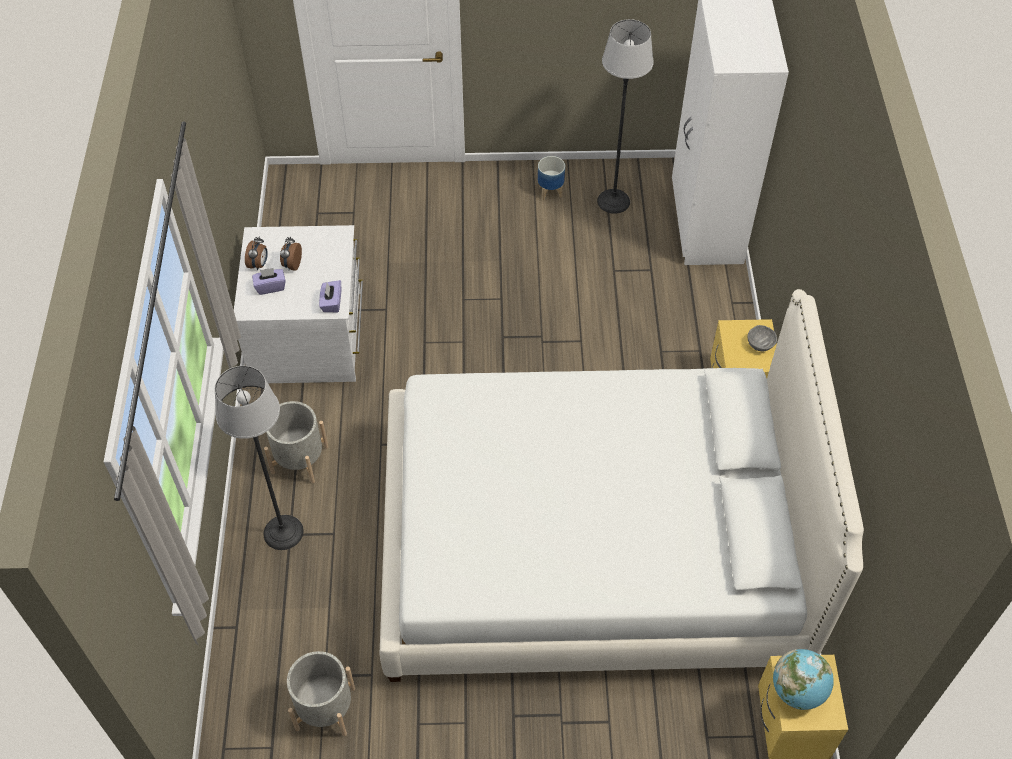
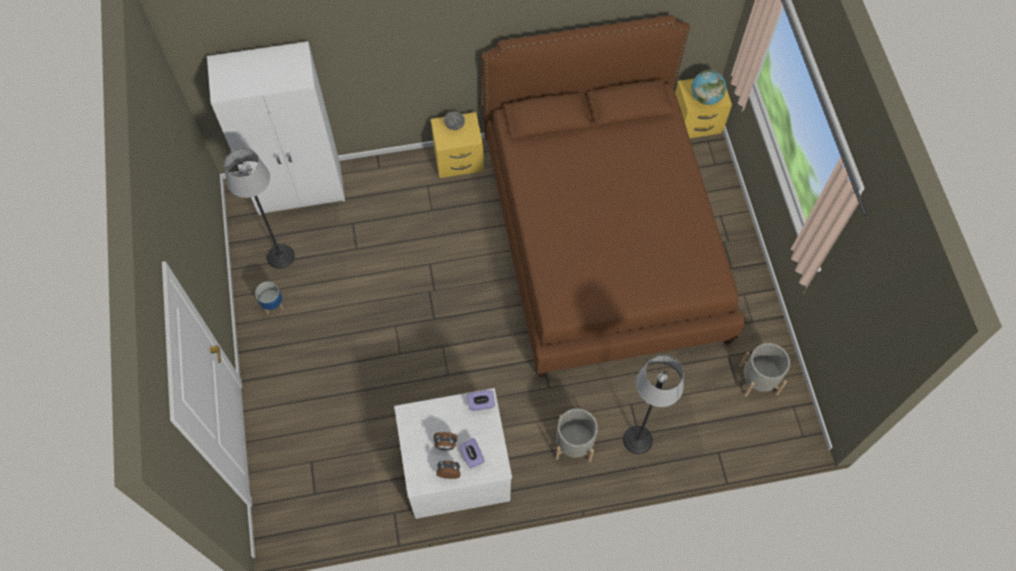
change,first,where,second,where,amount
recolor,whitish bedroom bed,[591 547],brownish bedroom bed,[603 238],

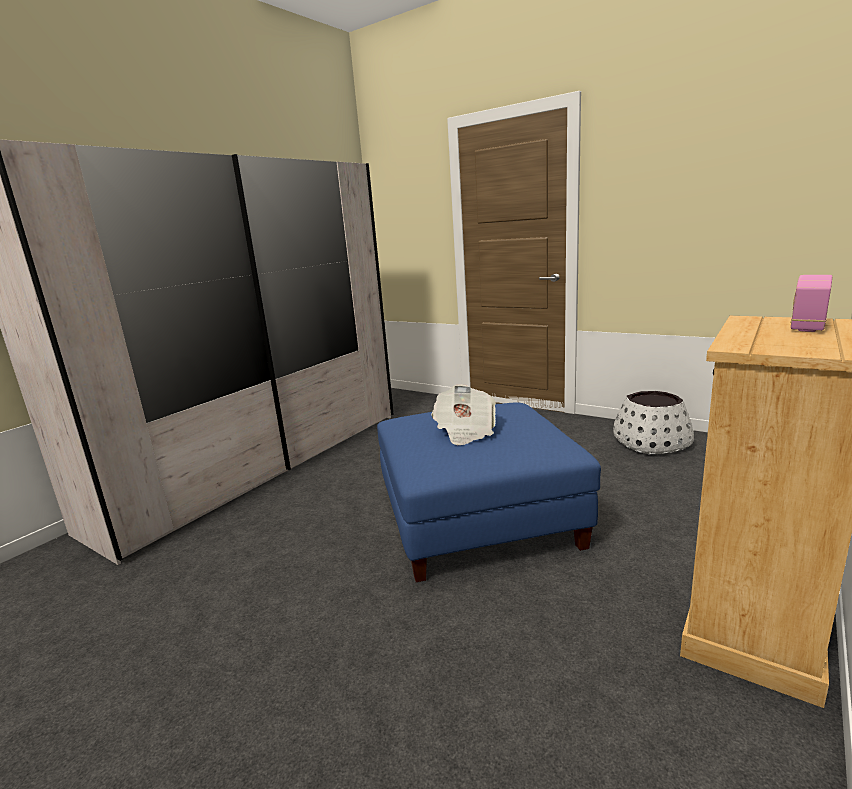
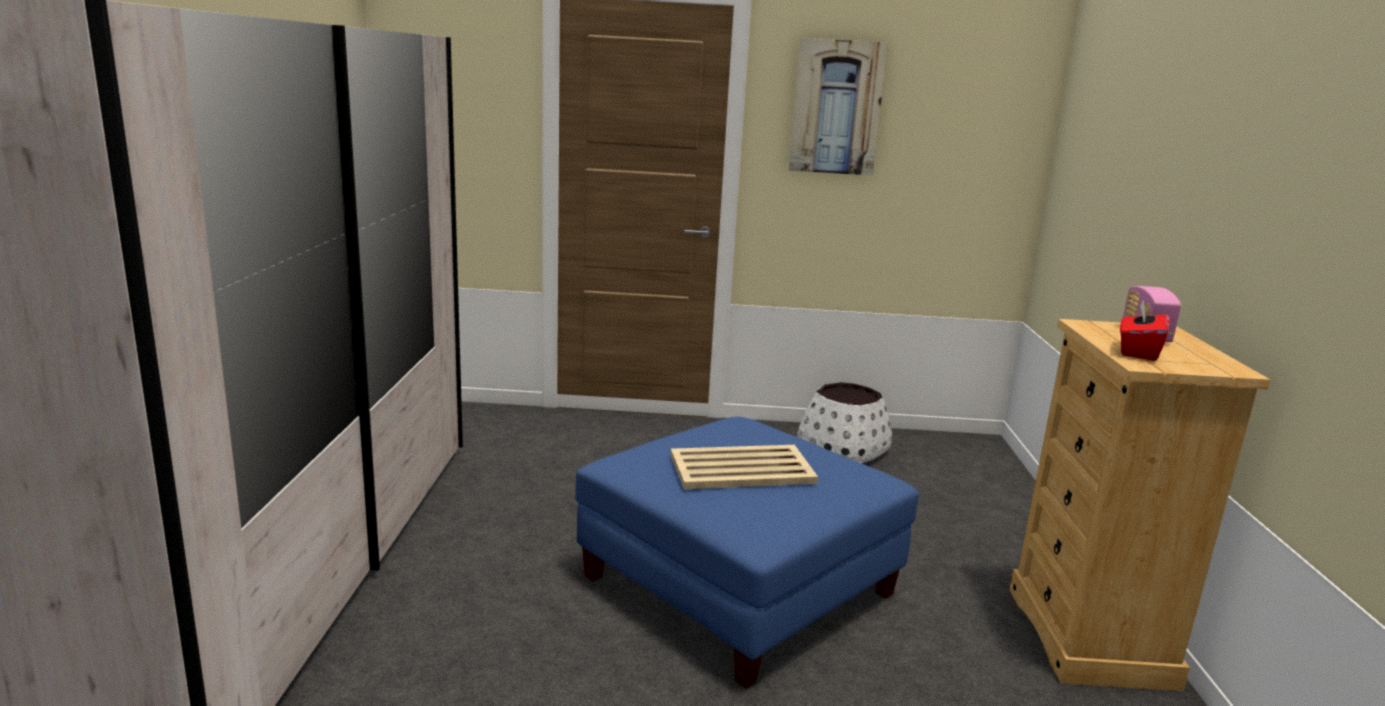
change,first,where,second,where,amount
replace,newspaper,[465 431],beige-coloured serving tray,[743 469],
insert,,,wall picture,[836 107],
insert,,,reddish tissue holder,[1138 352],

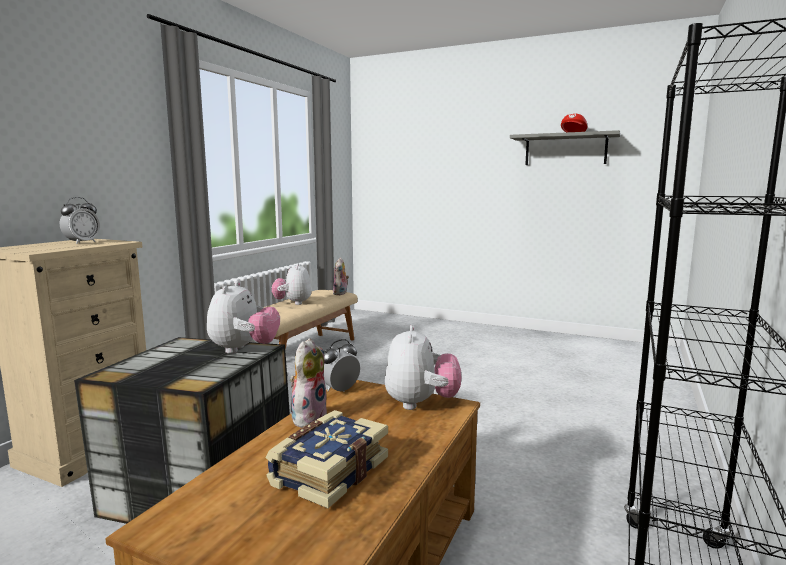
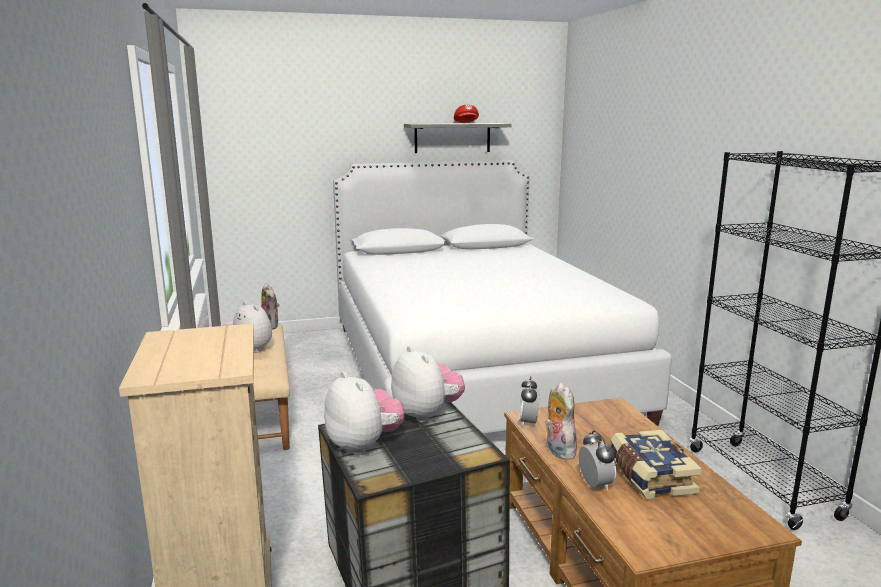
change,first,where,second,where,amount
move,cuddly toy,[421 404],,[364 445],
insert,,,whitish bedroom bed,[472 369],
move,bedside clock,[82 242],,[595 485],

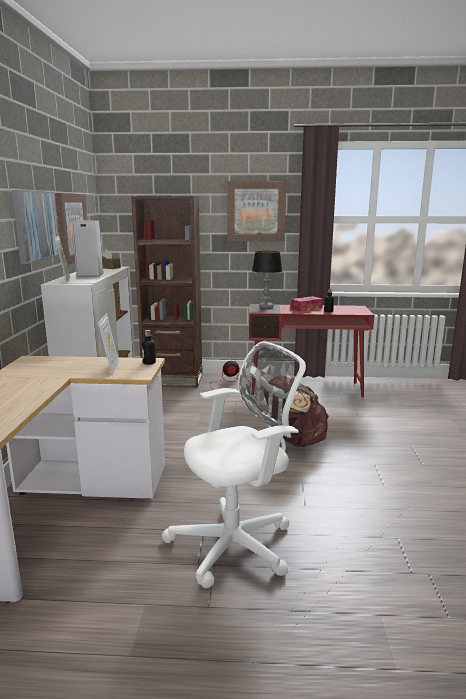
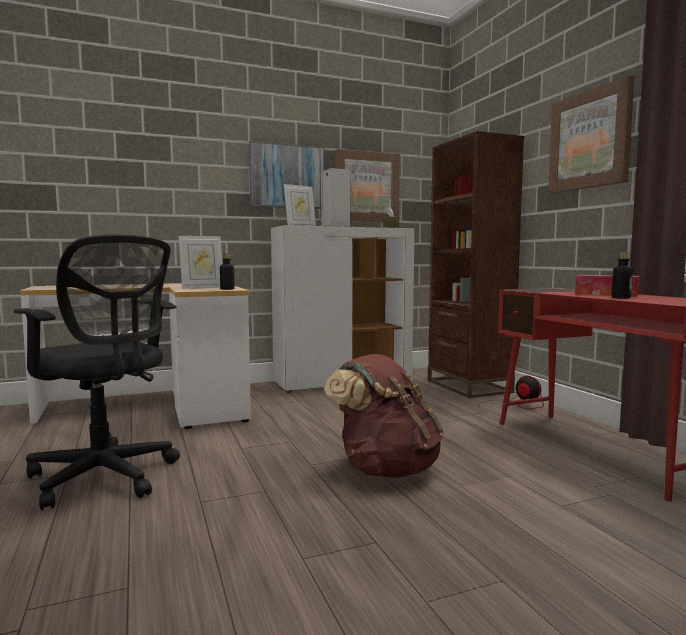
change,first,where,second,where,amount
recolor,whitish computer chair,[237 544],black-coloured computer chair,[106 478],
delete,tabletop lamp,[266 307],,,

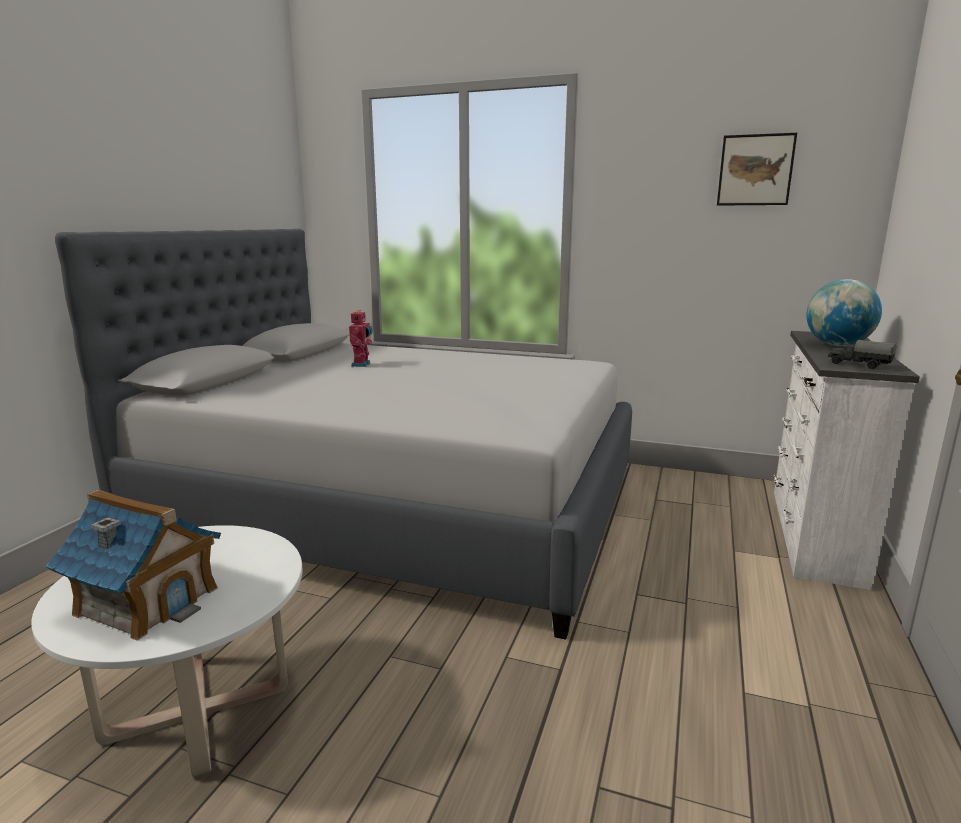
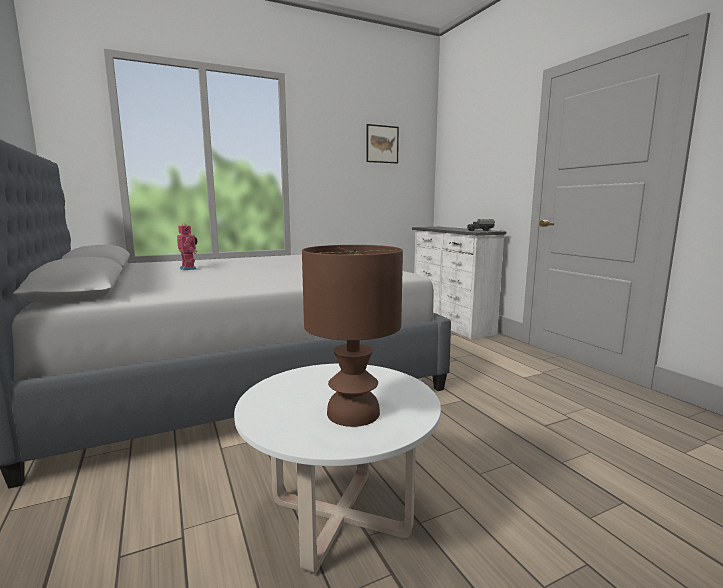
change,first,where,second,where,amount
replace,miniature house,[147 600],brownish tabletop lamp,[352 412],
delete,globe,[837 345],,,

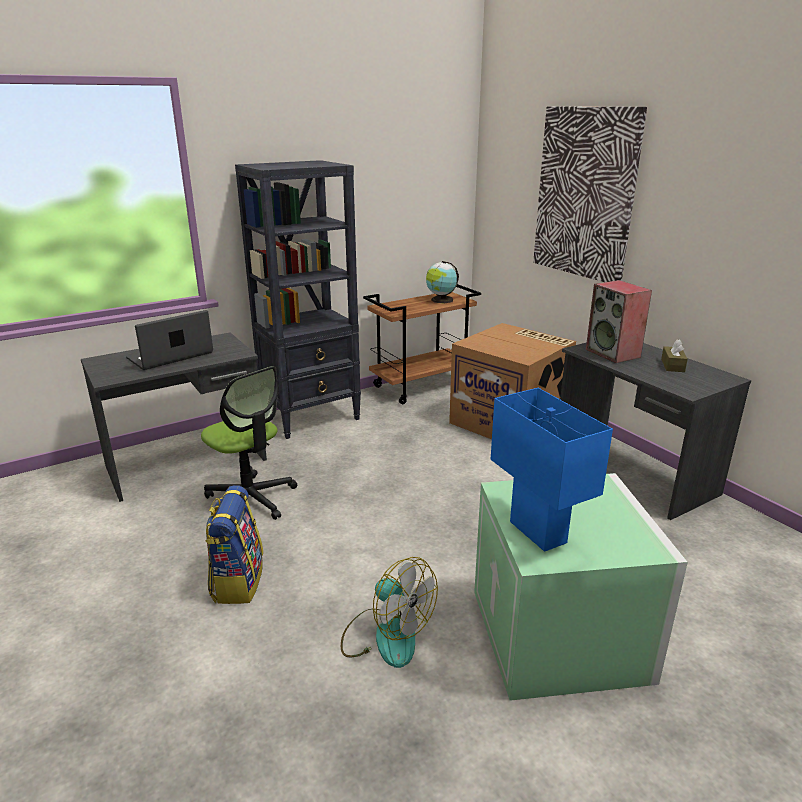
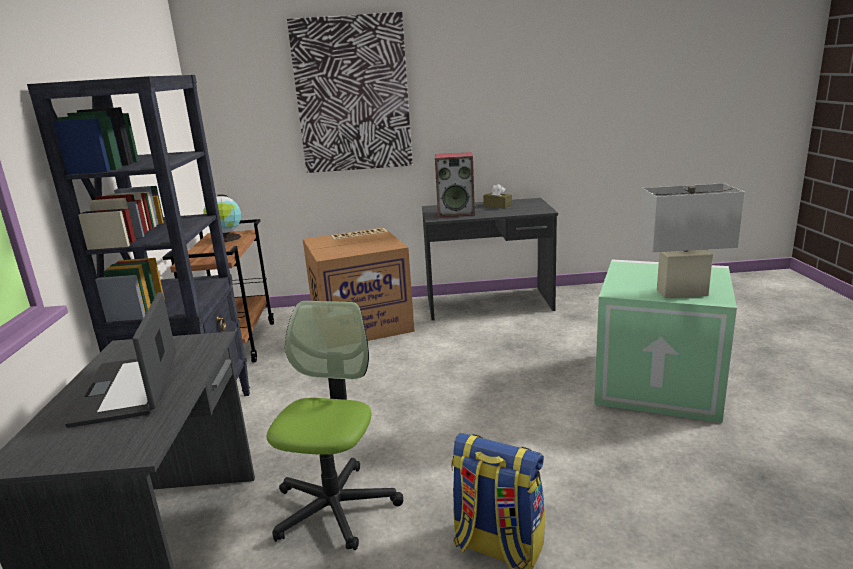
change,first,where,second,where,amount
rotate,computer chair,[250 500],,[335 507],60 degrees counterclockwise
recolor,blue-coloured tabletop lamp,[537 532],whitish tabletop lamp,[682 293],
delete,electric fan,[386 636],,,

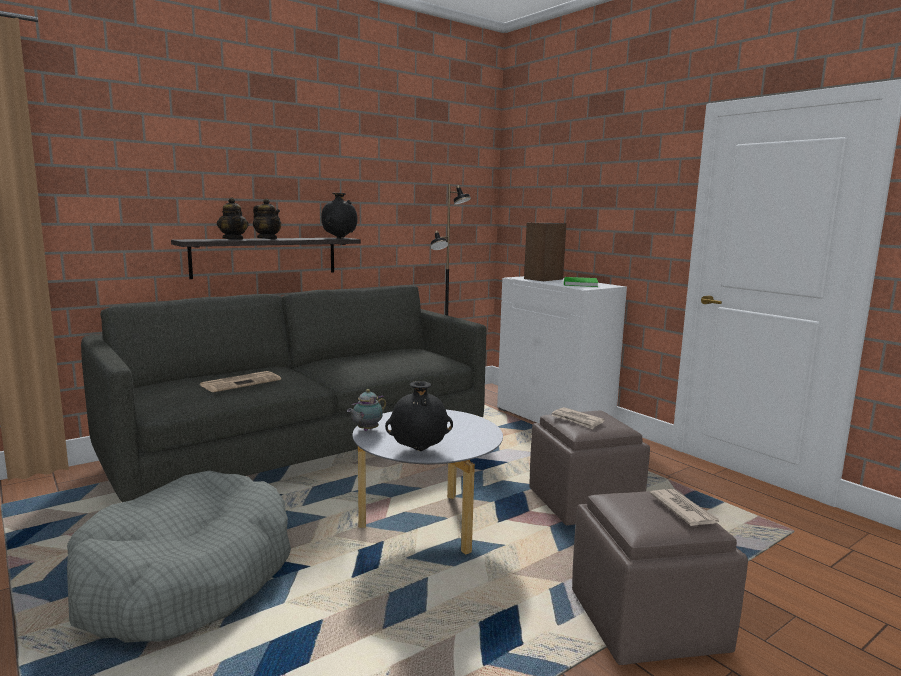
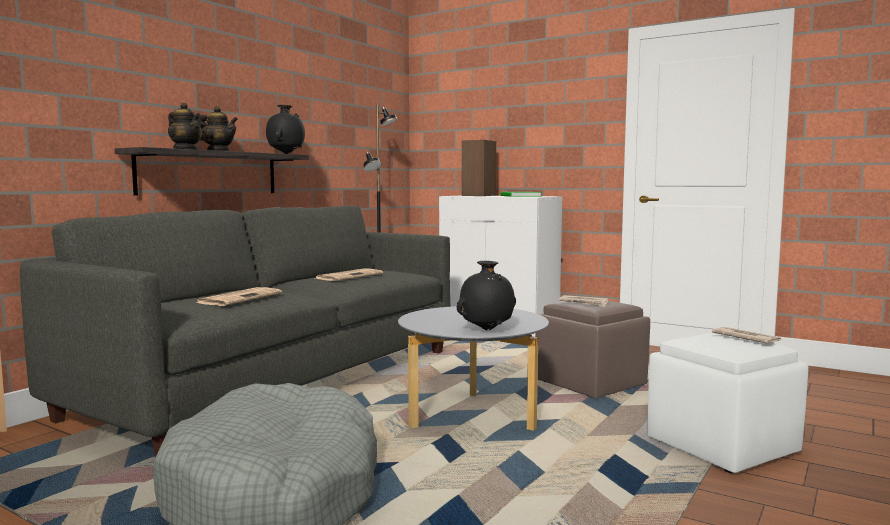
change,first,where,second,where,amount
insert,,,newspaper,[349 276],
recolor,brownish pouffe,[647 621],whitish pouffe,[721 446],
delete,pot for tea,[366 430],,,

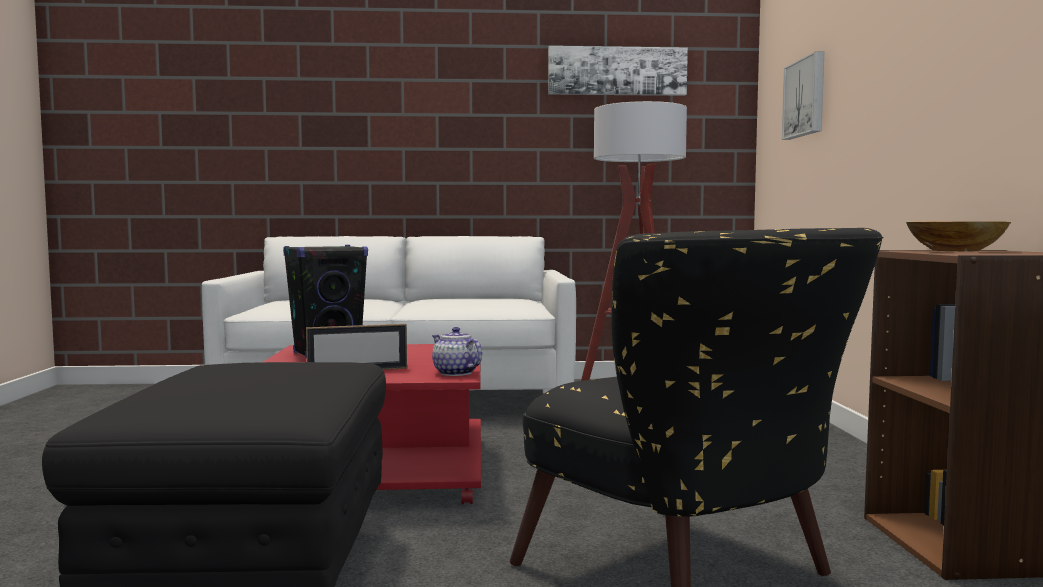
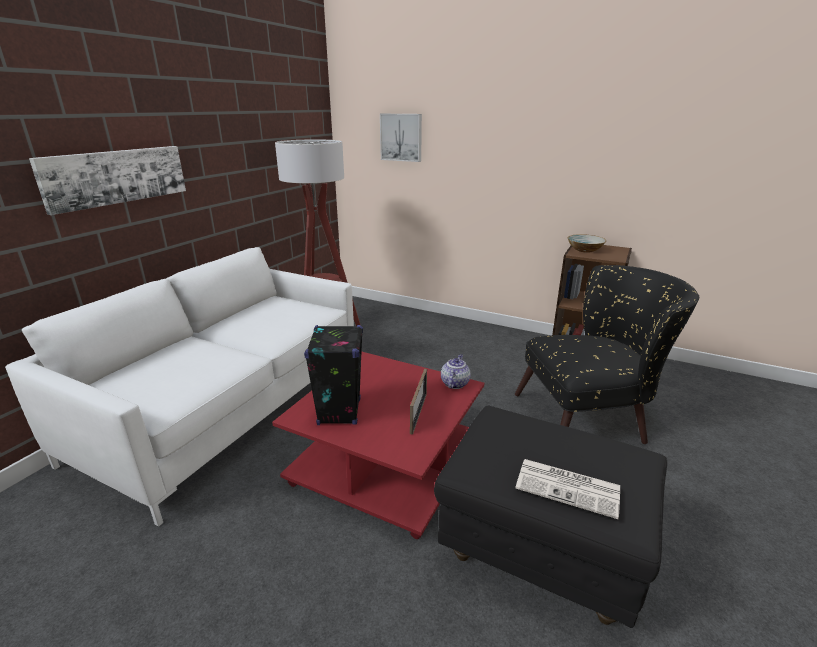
change,first,where,second,where,amount
move,wall picture,[617 71],,[116 176],
rotate,pot for tea,[455 373],,[454 383],120 degrees clockwise
insert,,,newspaper,[569 487],

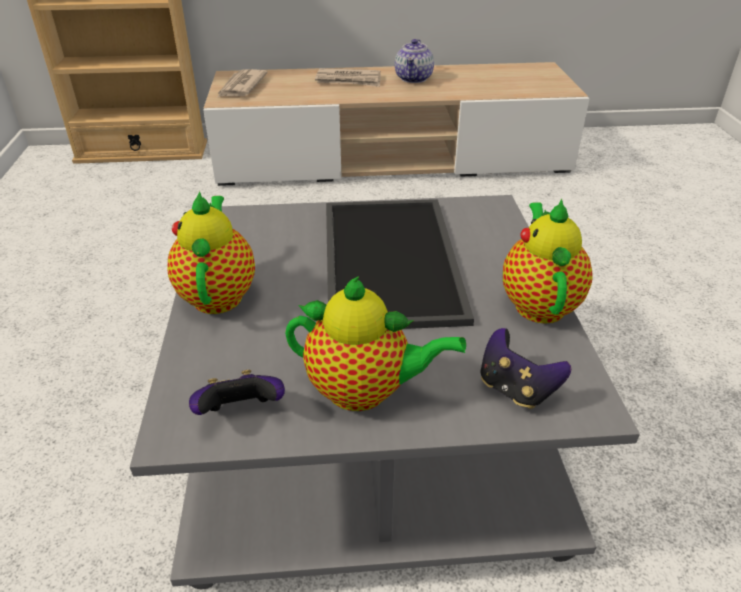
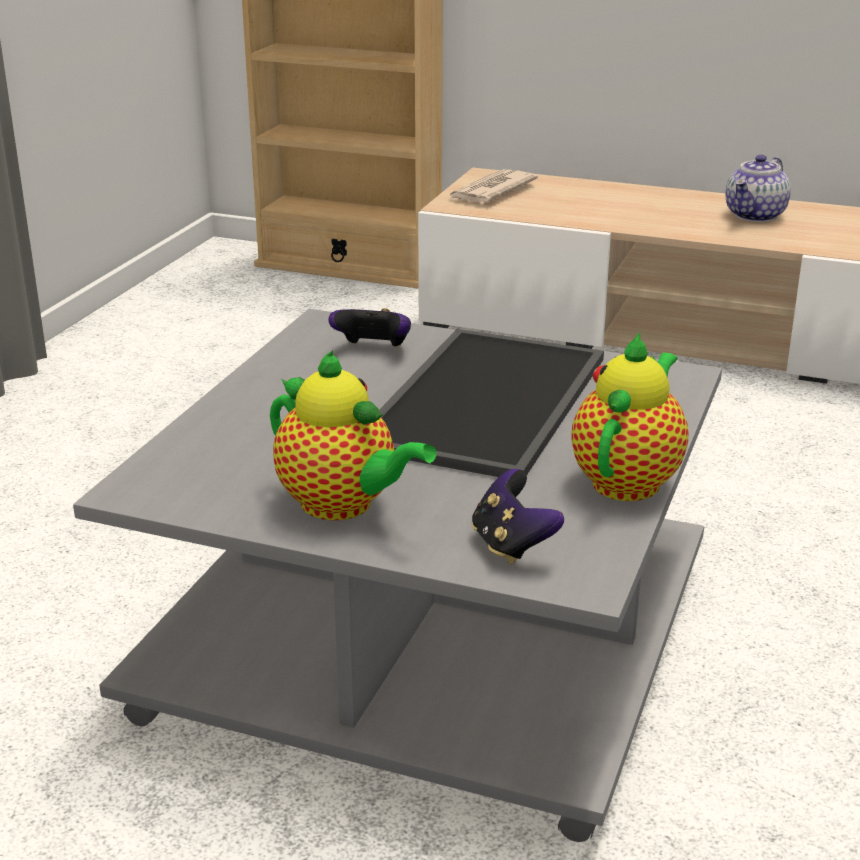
change,first,where,second,where,amount
move,gamepad,[241 413],,[373 350],
delete,pot for tea,[218 294],,,
delete,newspaper,[349 80],,,

